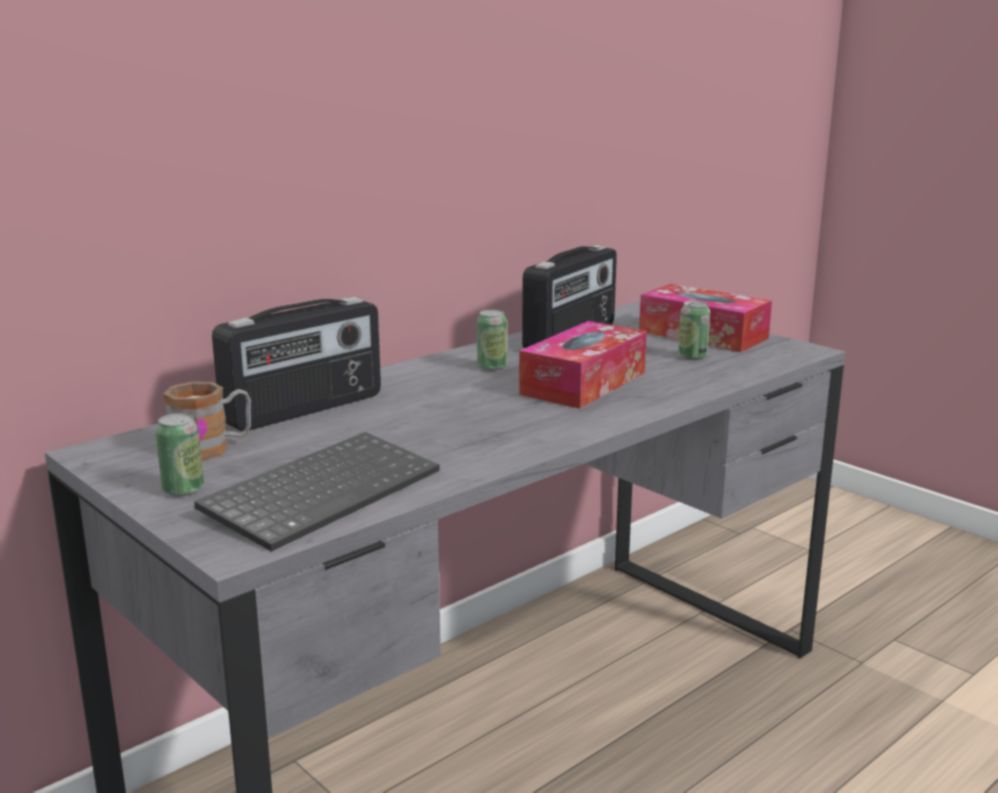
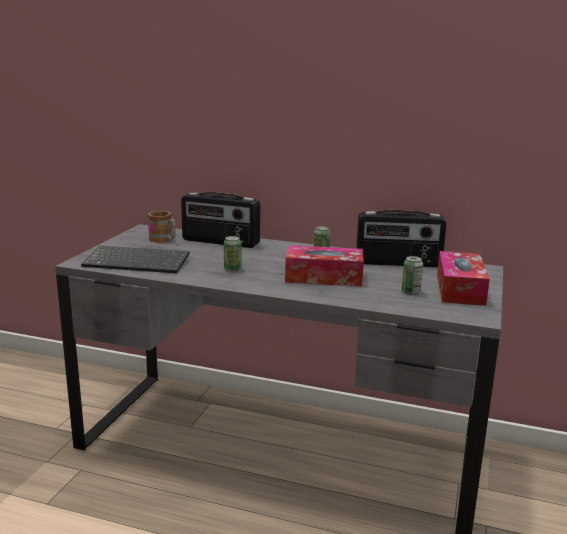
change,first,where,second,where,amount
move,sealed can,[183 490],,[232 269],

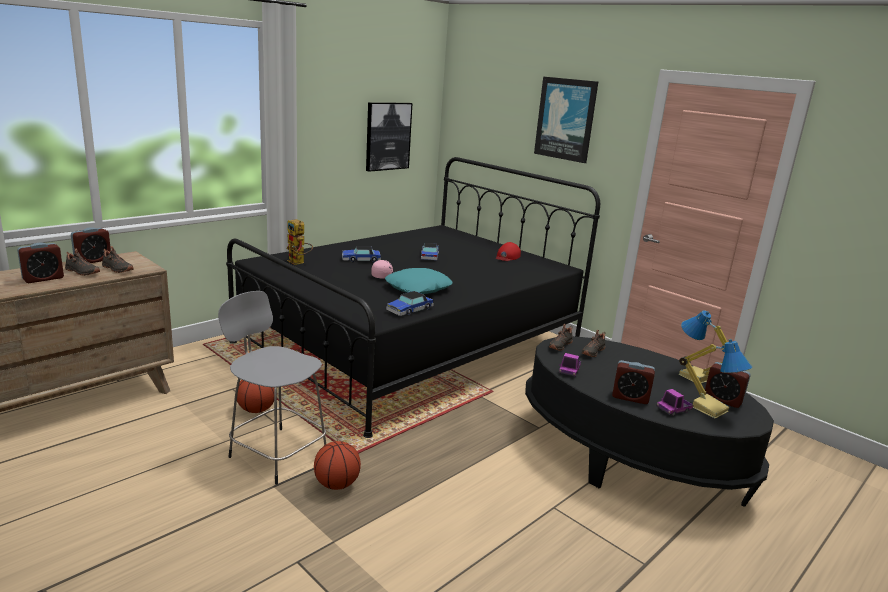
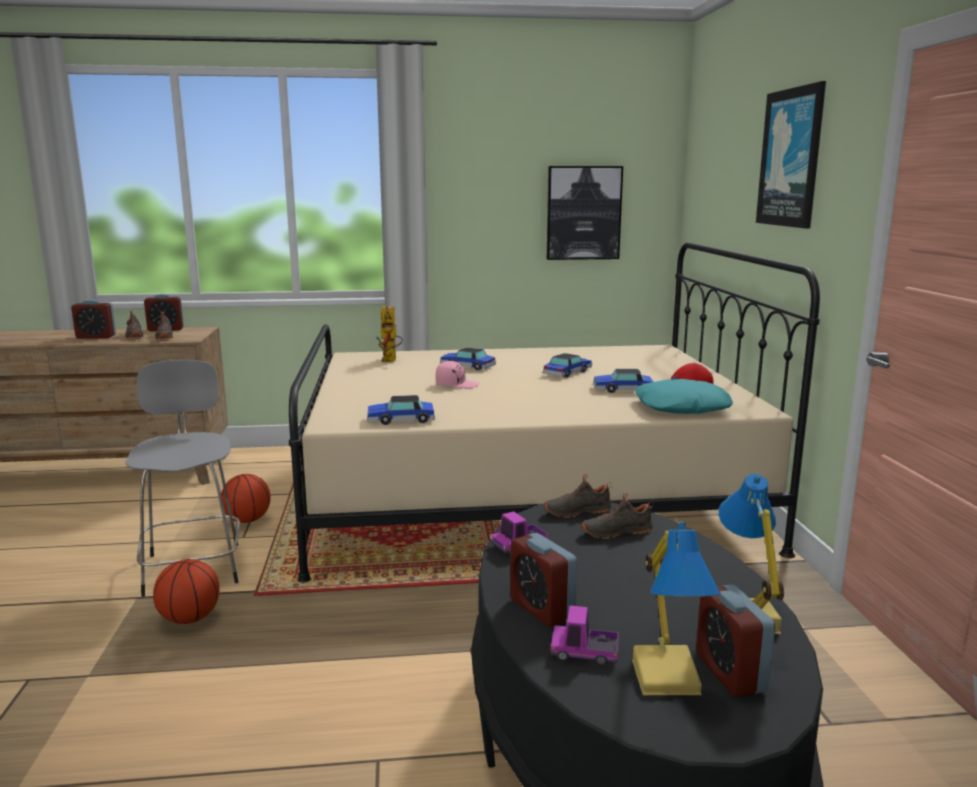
change,first,where,second,where,amount
recolor,black-coloured bedroom bed,[411 344],beige-coloured bedroom bed,[524 496],
insert,,,toy car,[623 390],
move,turquoise-coloured throw pillow,[418 288],,[682 407],

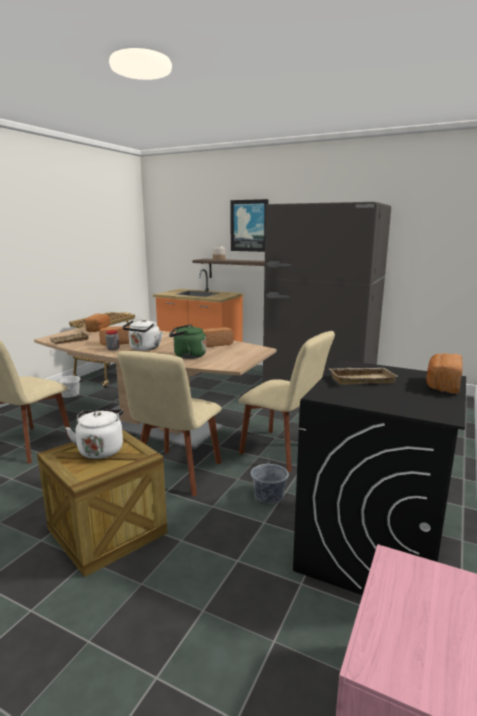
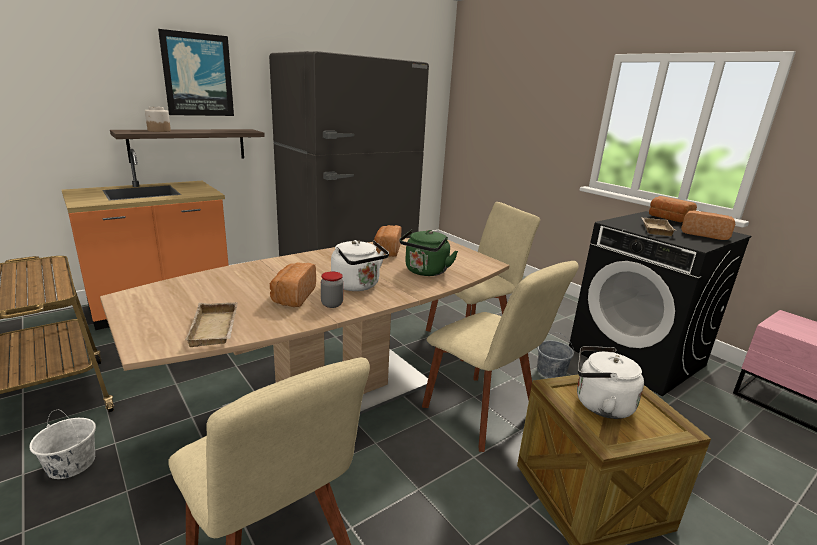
change,first,where,second,where,amount
move,bakery bread,[99 329],,[704 234],

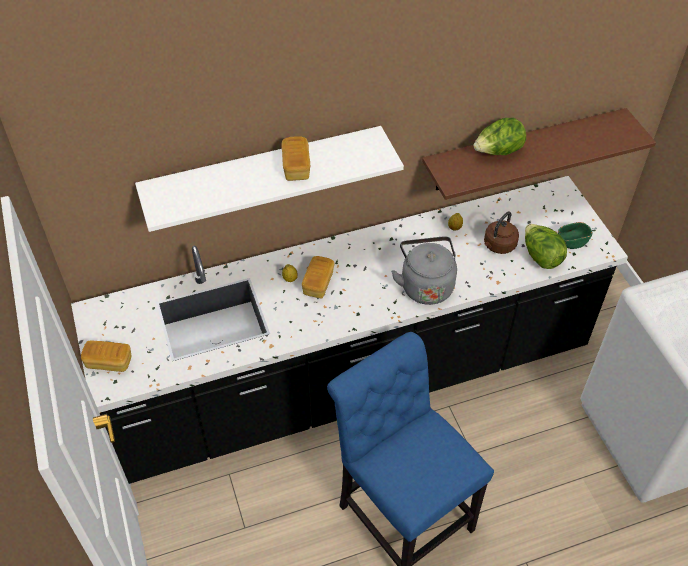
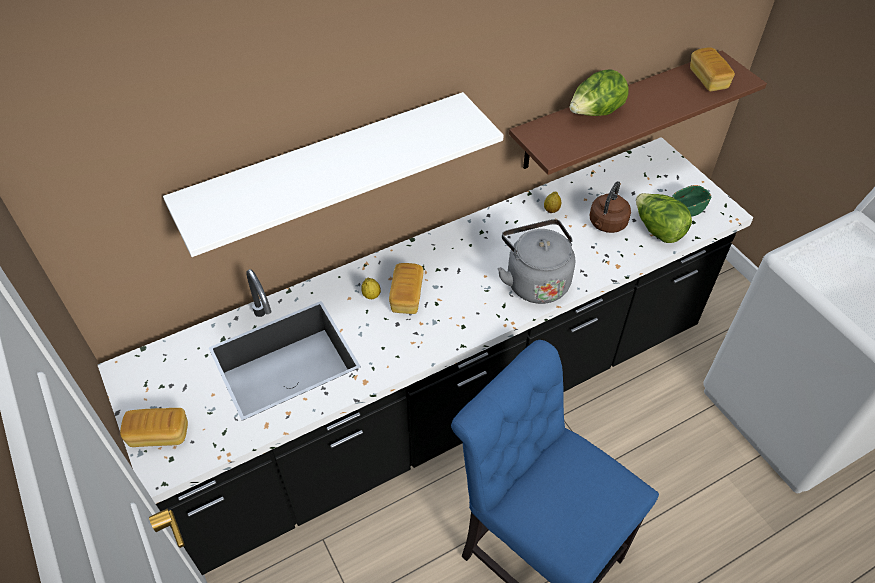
change,first,where,second,where,amount
move,bakery bread,[296 167],,[708 79],

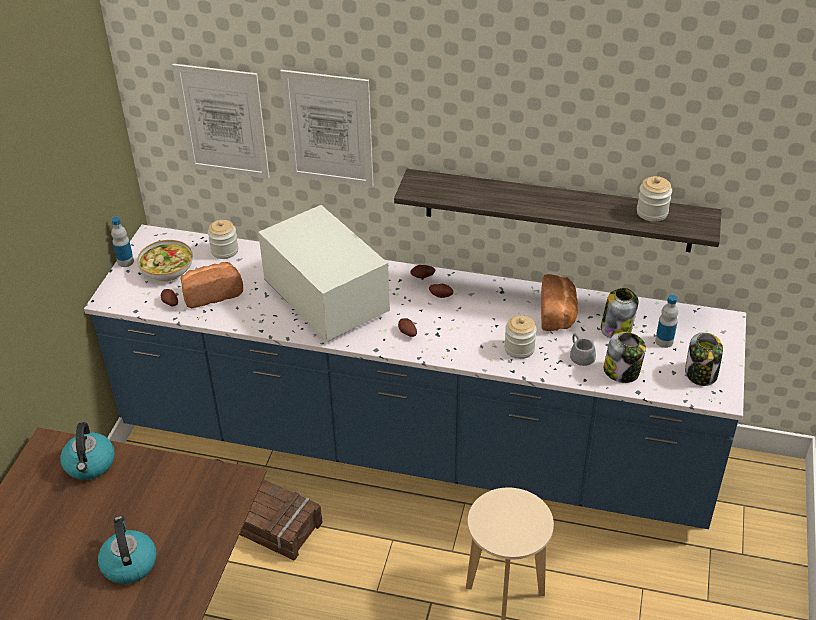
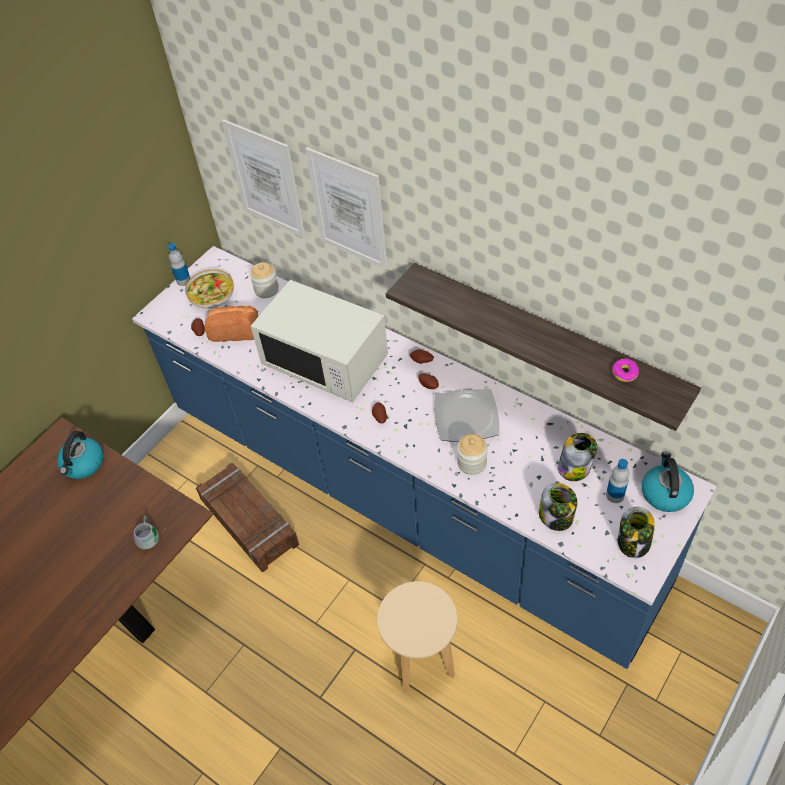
change,first,where,second,where,amount
move,gray tea mug,[583 354],,[150 535],
rotate,whitish microwave oven,[325 299],,[326 362],135 degrees clockwise
insert,,,plate,[465 417],
replace,preserve jar,[652 212],ring doughnut,[624 373],
move,tea kettle,[129 563],,[665 493],
delete,bakery bread,[558 315],,,

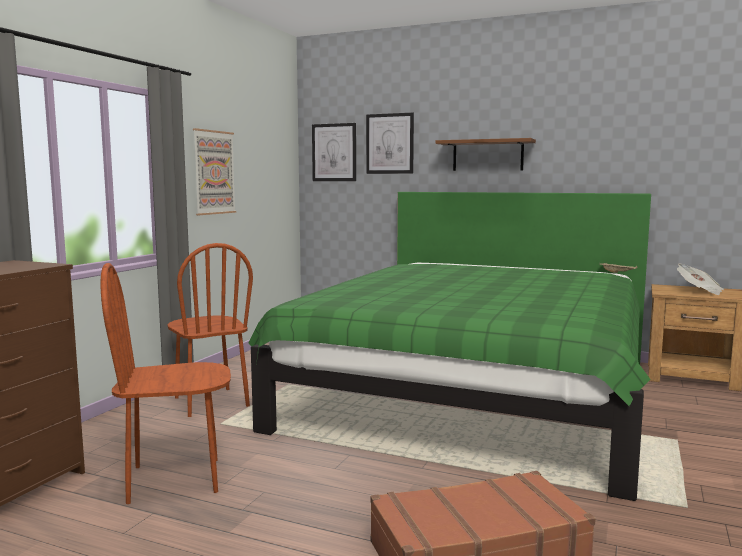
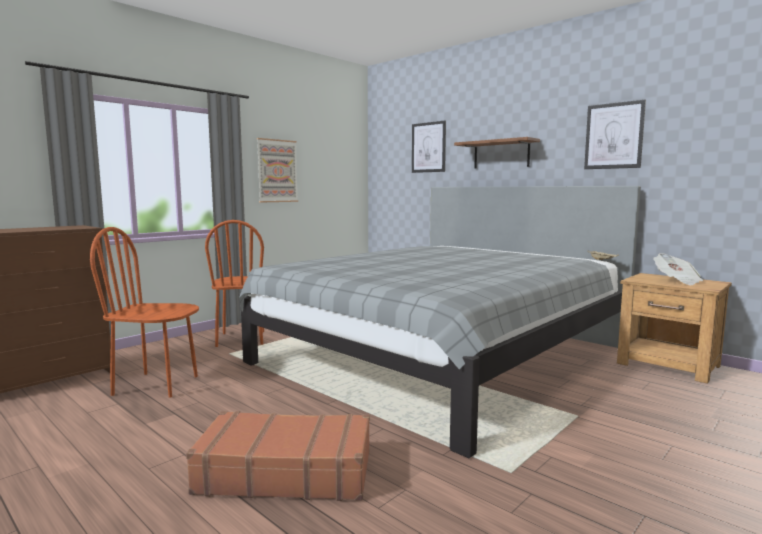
change,first,where,second,where,amount
recolor,green-coloured bedroom bed,[475 392],gray bedroom bed,[441 354],
move,wall picture,[334 152],,[614 136],

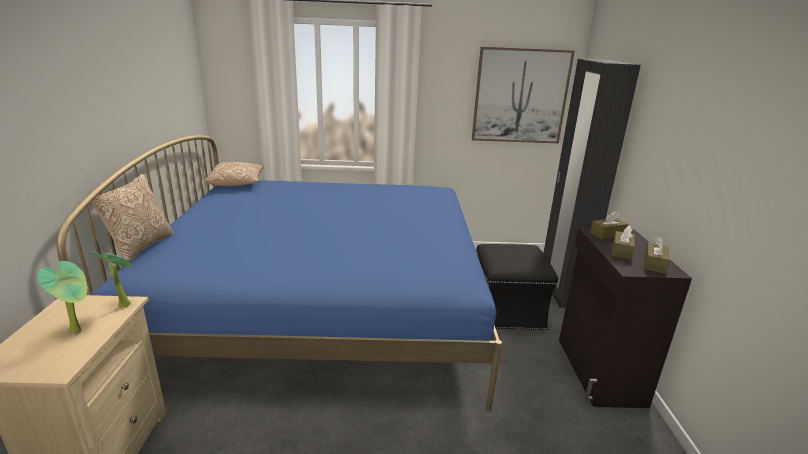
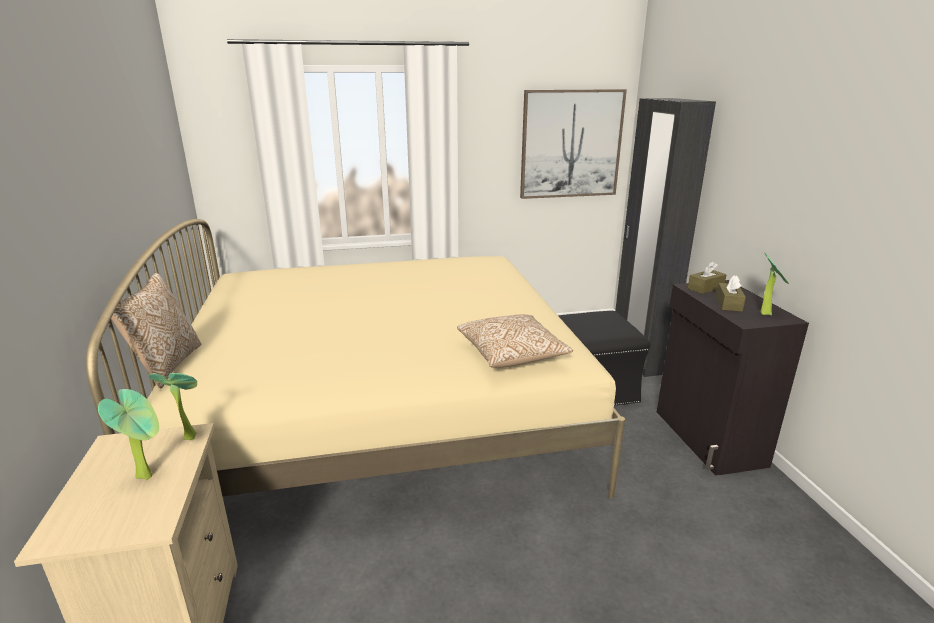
change,first,where,second,where,amount
recolor,blue-coloured bedroom bed,[324 306],beige-coloured bedroom bed,[382 411],
move,throw pillow,[236 183],,[512 355],
replace,brownish tissue holder,[654 264],potted plant,[766 313],

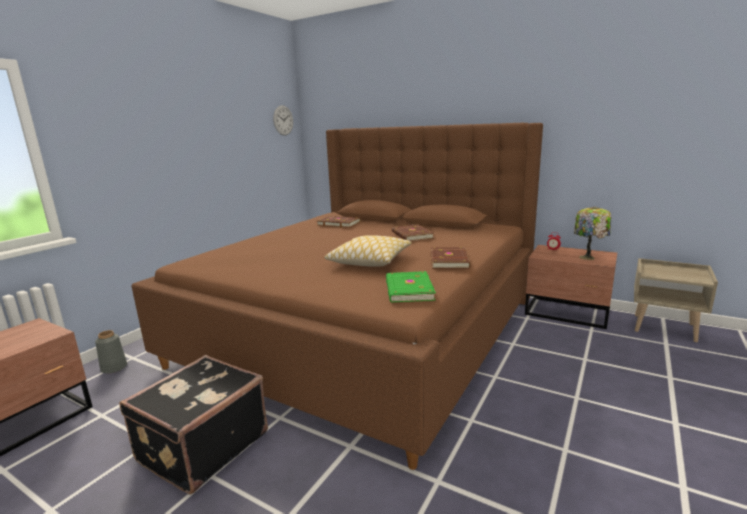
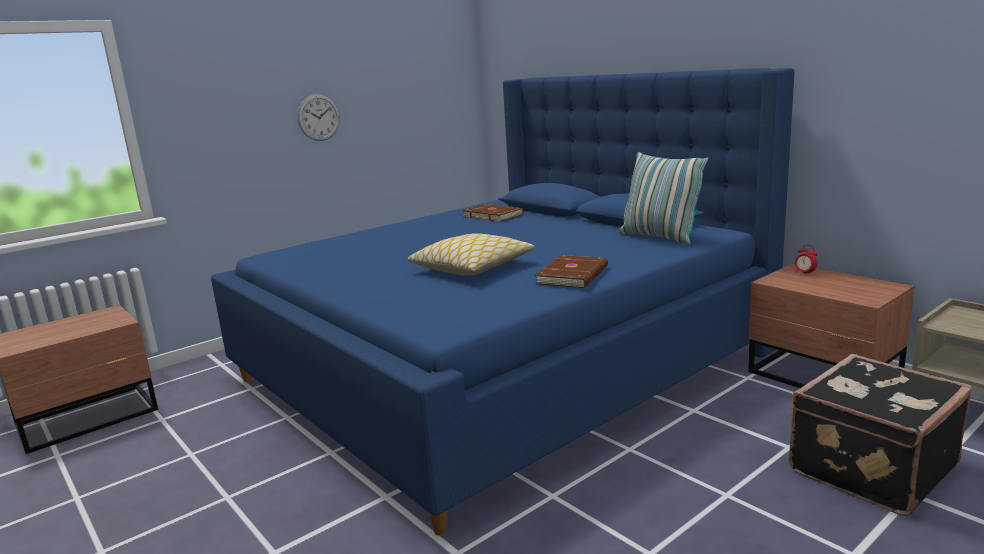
change,first,where,second,where,amount
recolor,brownish bedroom bed,[367 329],blue-coloured bedroom bed,[503 364],
move,clock on the wall,[283 120],,[318 117],
insert,,,throw pillow,[659 237],
move,black-coloured piece of luggage,[201 446],,[868 467],
delete,gray vase,[114 367],,,
delete,green-coloured volume,[408 290],,,
delete,brownish volume,[411 235],,,
delete,tabletop lamp,[588 258],,,

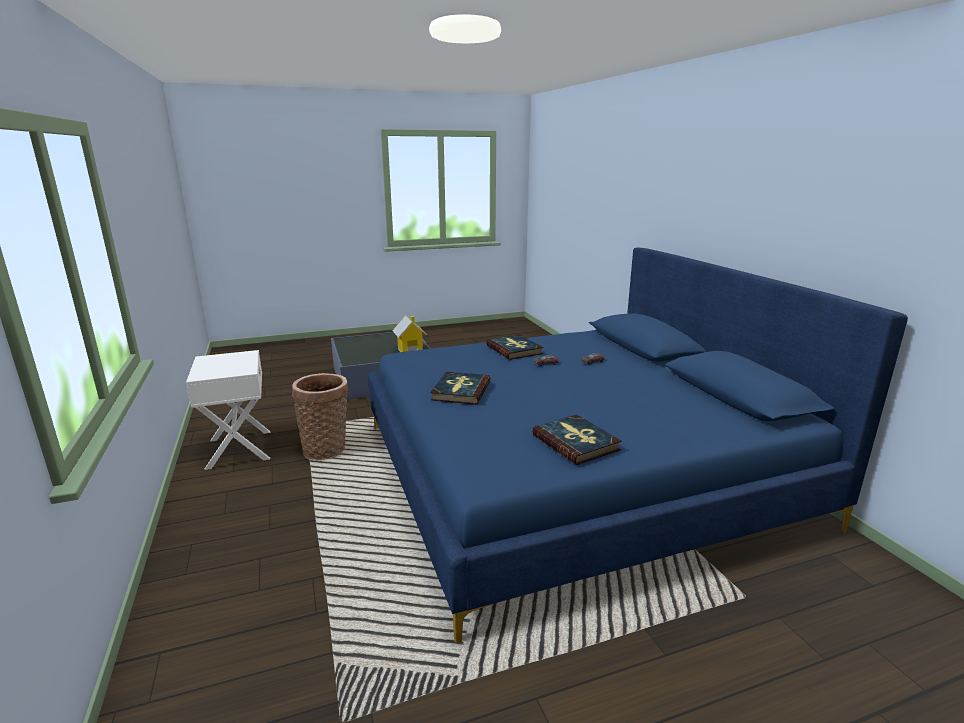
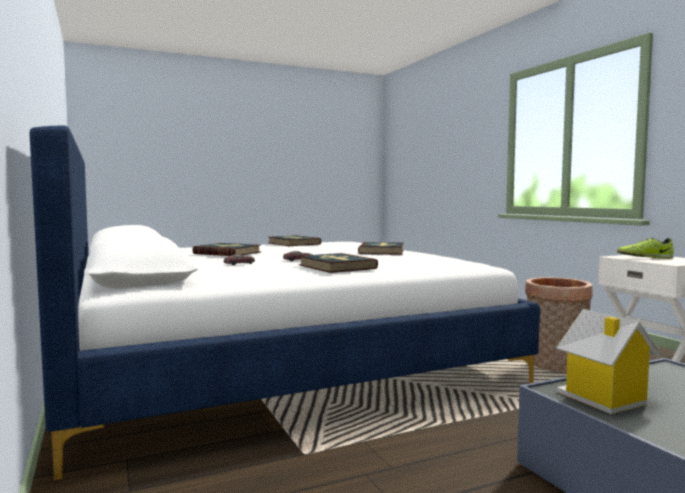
change,first,where,second,where,amount
recolor,blue-coloured bedroom bed,[573 472],whitish bedroom bed,[270 358],
insert,,,volume,[227 253],
insert,,,low shoe,[644 258],

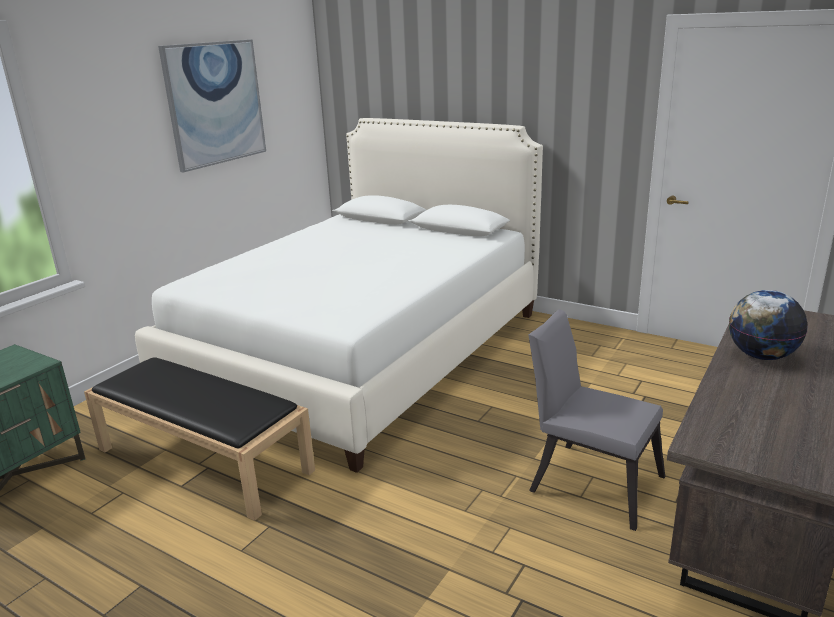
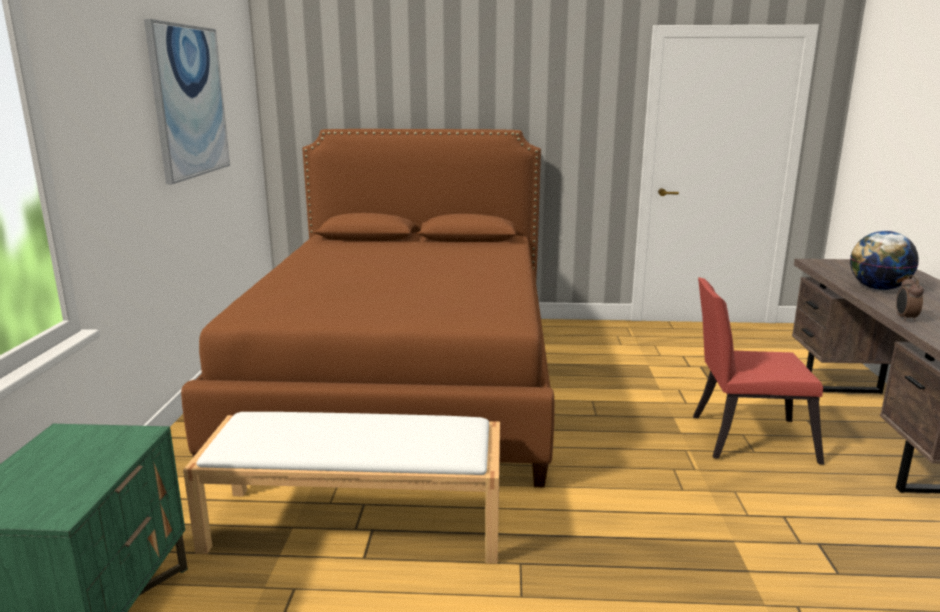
change,first,where,second,where,amount
recolor,whitish bedroom bed,[362 351],brownish bedroom bed,[405 380],
recolor,black-coloured long seat,[205 459],whitish long seat,[358 523],
recolor,gray plain chair,[589 480],reddish plain chair,[744 437],
insert,,,bedside clock,[905 318],

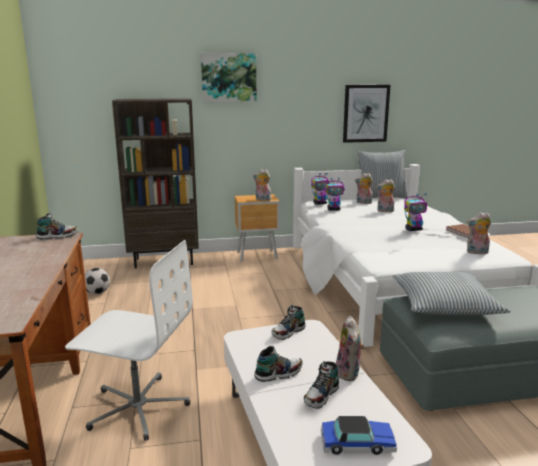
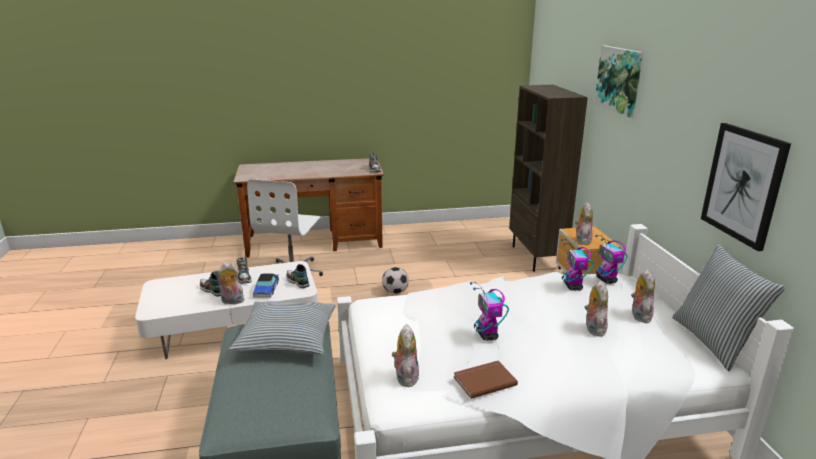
change,first,where,second,where,amount
move,toy car,[357 444],,[266 290],
move,football ball,[97 293],,[395 292],

